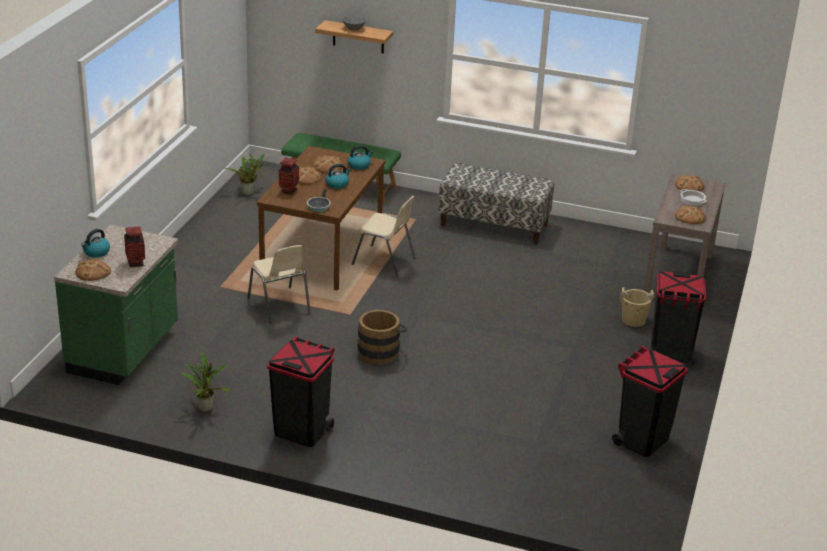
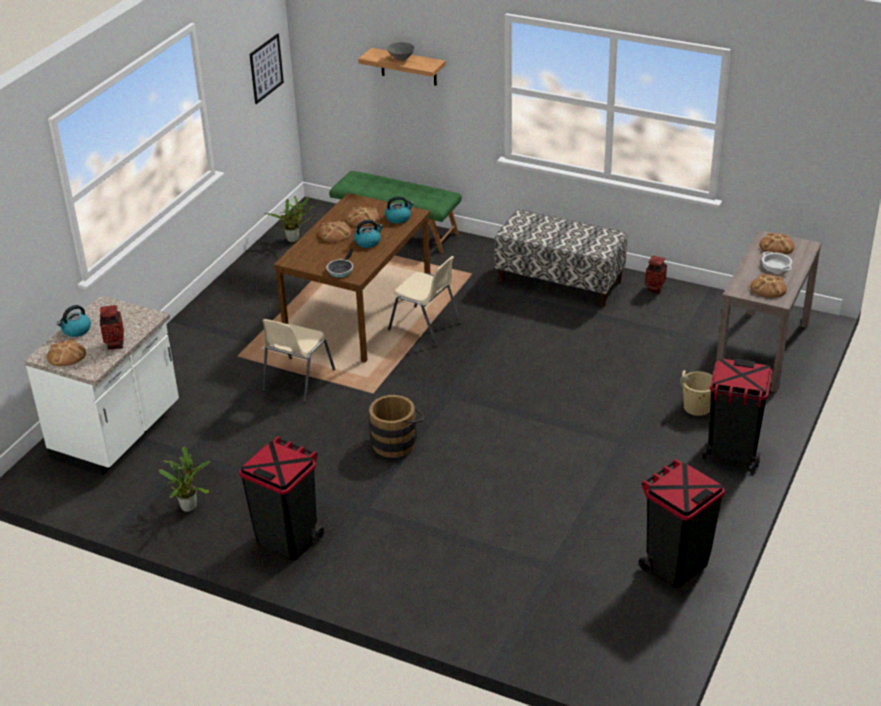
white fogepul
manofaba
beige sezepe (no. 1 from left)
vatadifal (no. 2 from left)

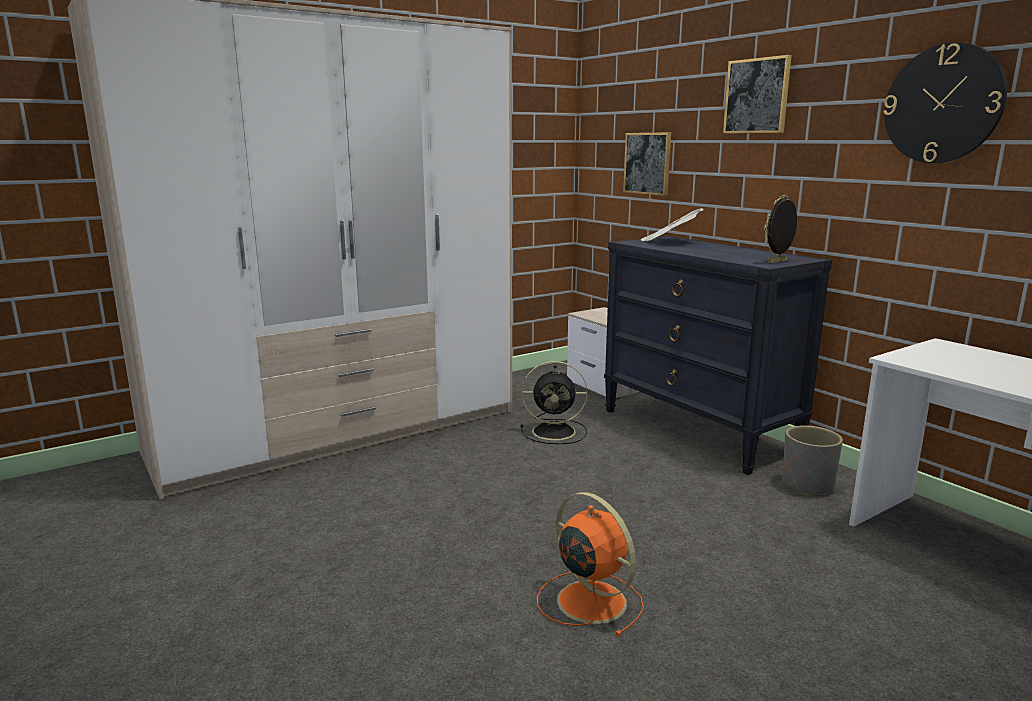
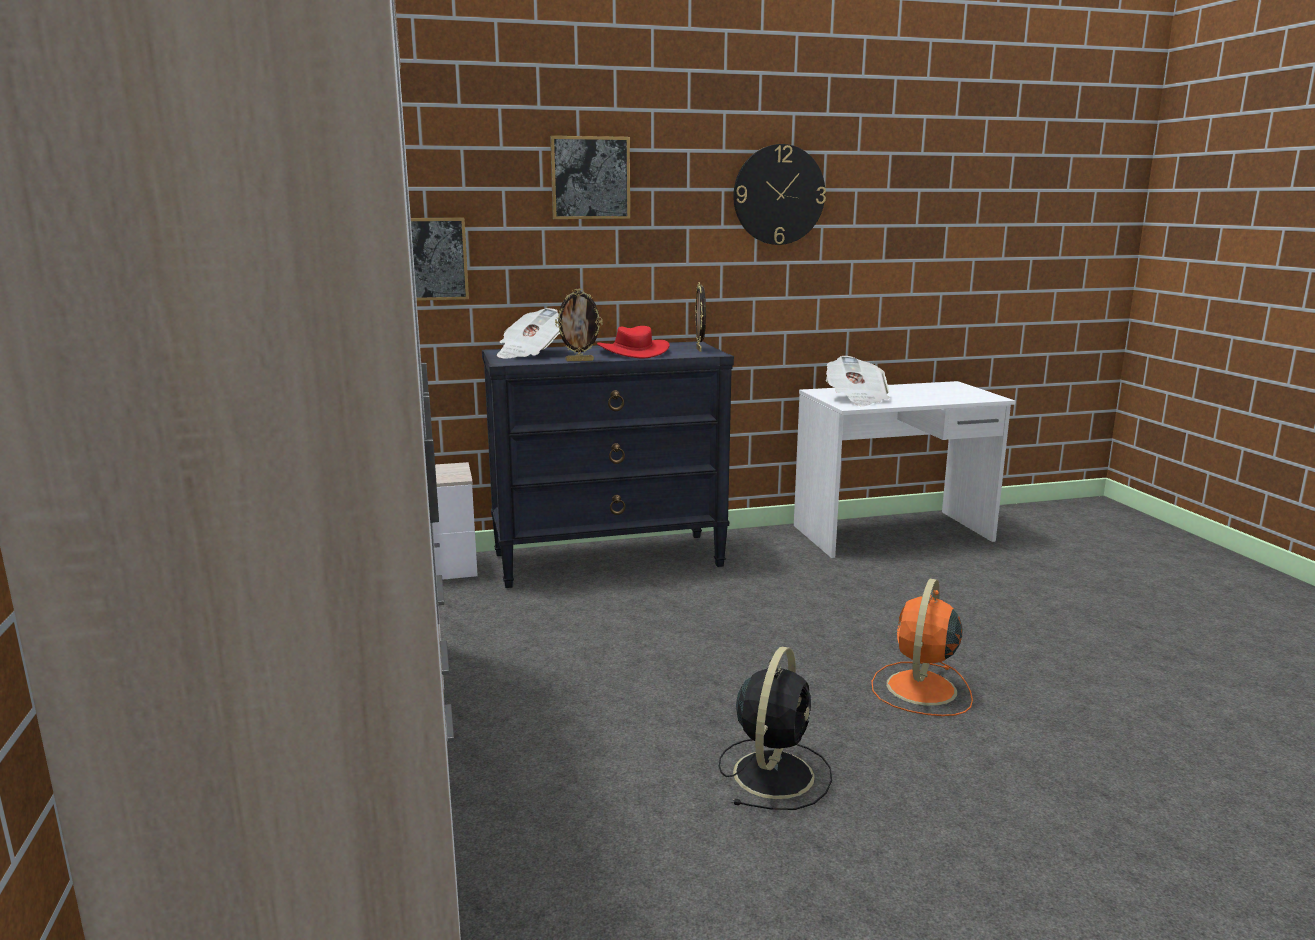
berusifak (no. 1 from left)
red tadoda
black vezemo
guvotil (no. 2 from left)
orange vezemo
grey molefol

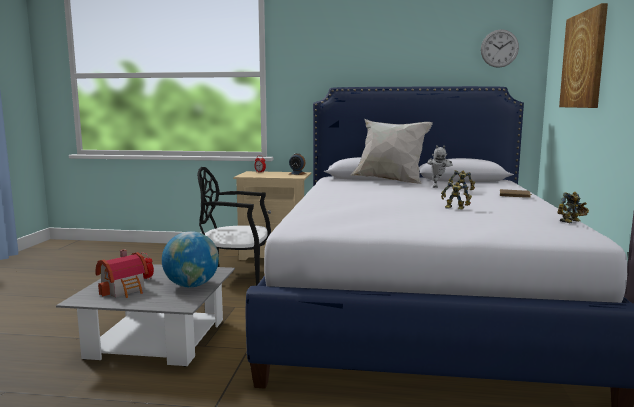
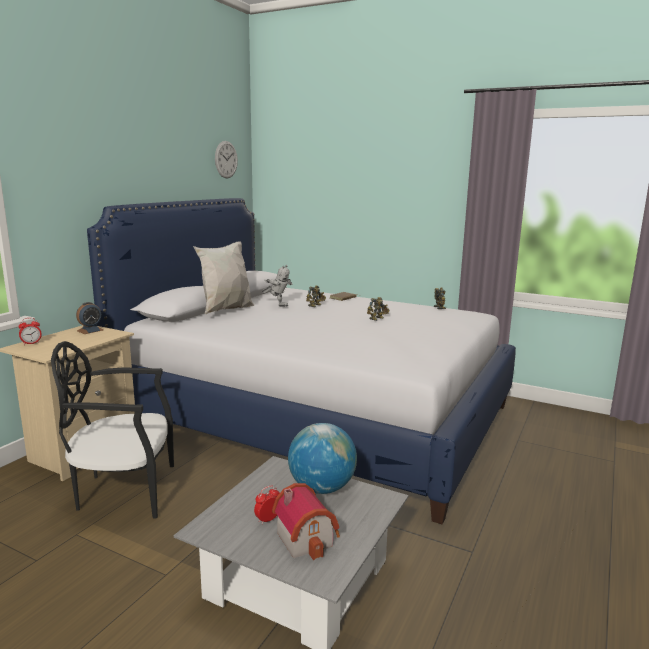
black sezepe
manofaba

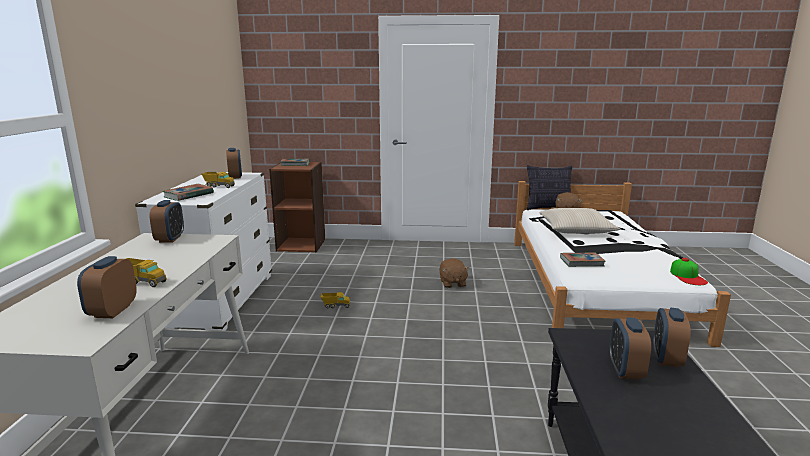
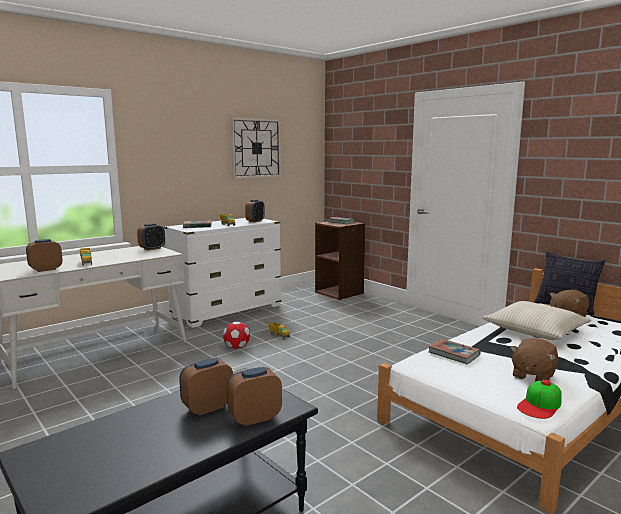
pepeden
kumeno
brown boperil (no. 1 from left)

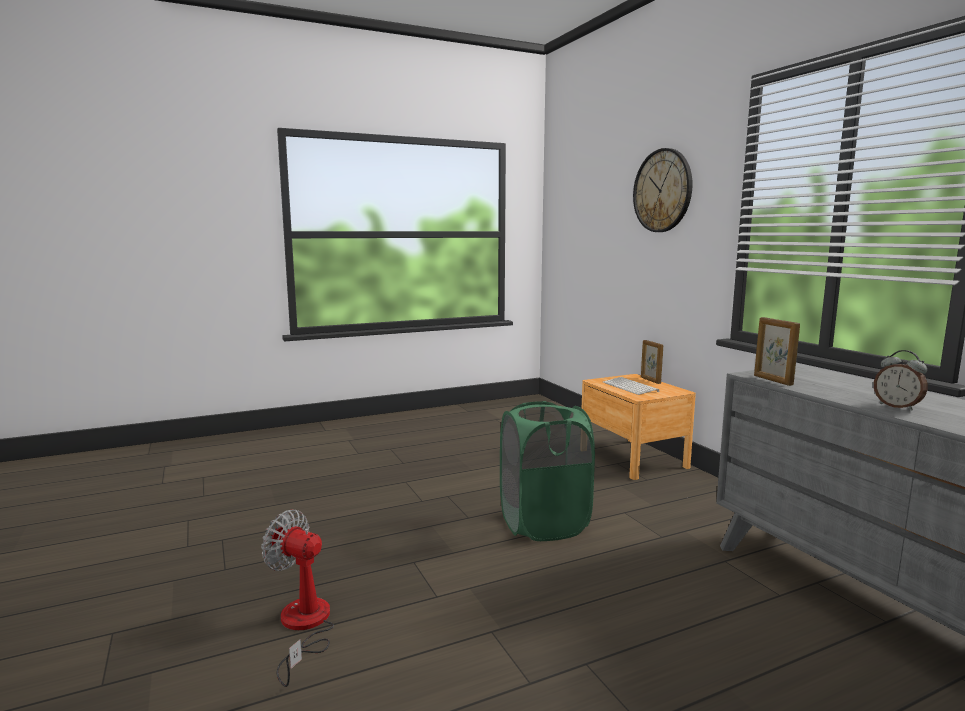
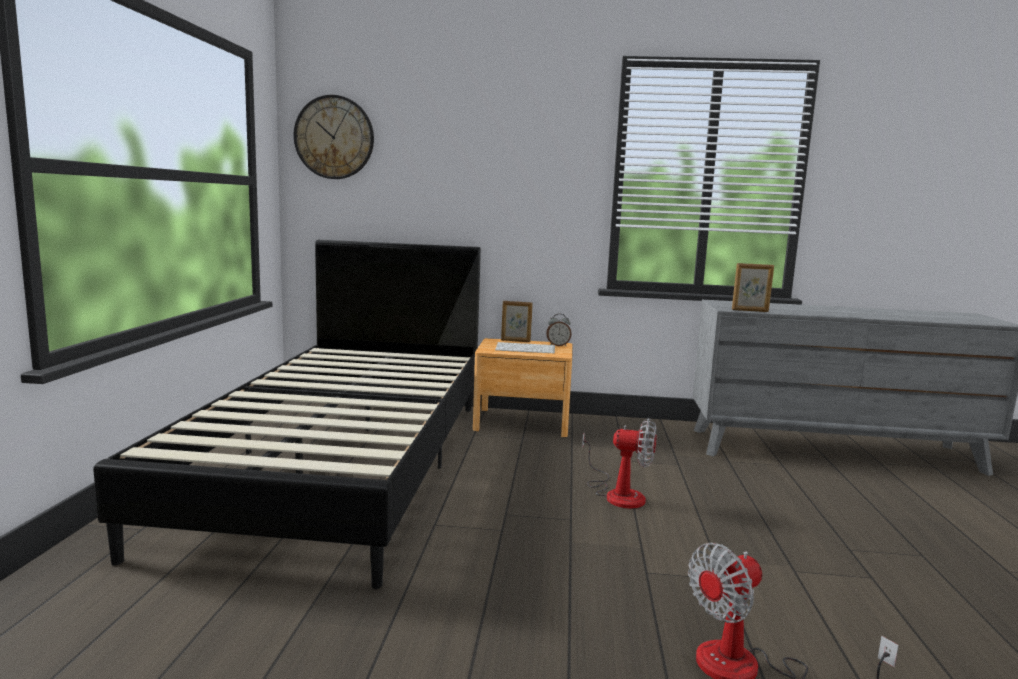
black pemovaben
kumeno
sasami
vezemo (no. 1 from left)

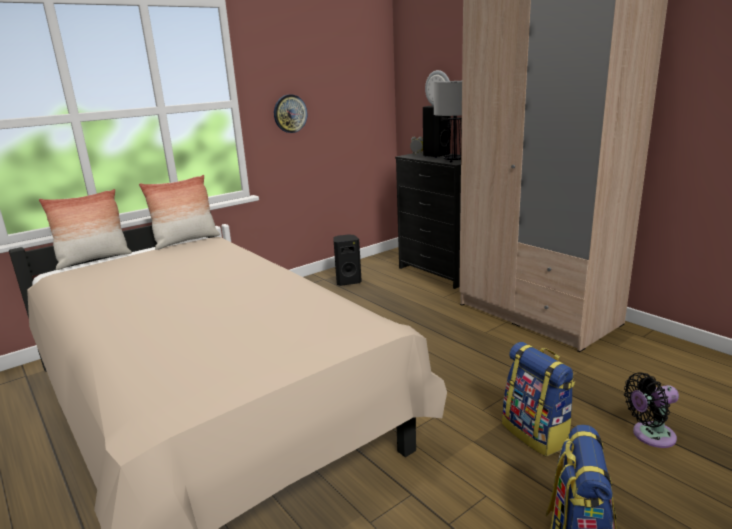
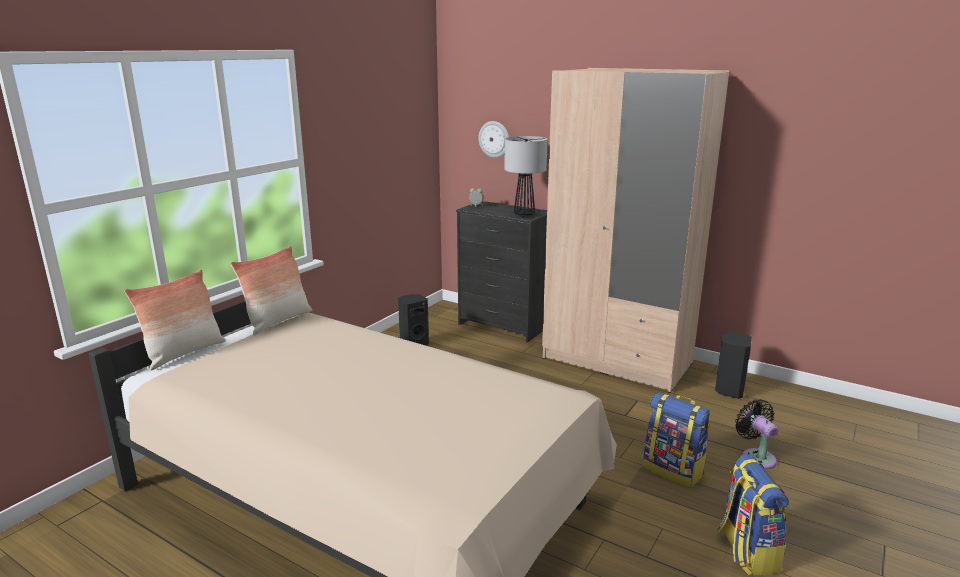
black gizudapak (no. 2 from left)
black vezemo
kumeno (no. 1 from left in the first image)

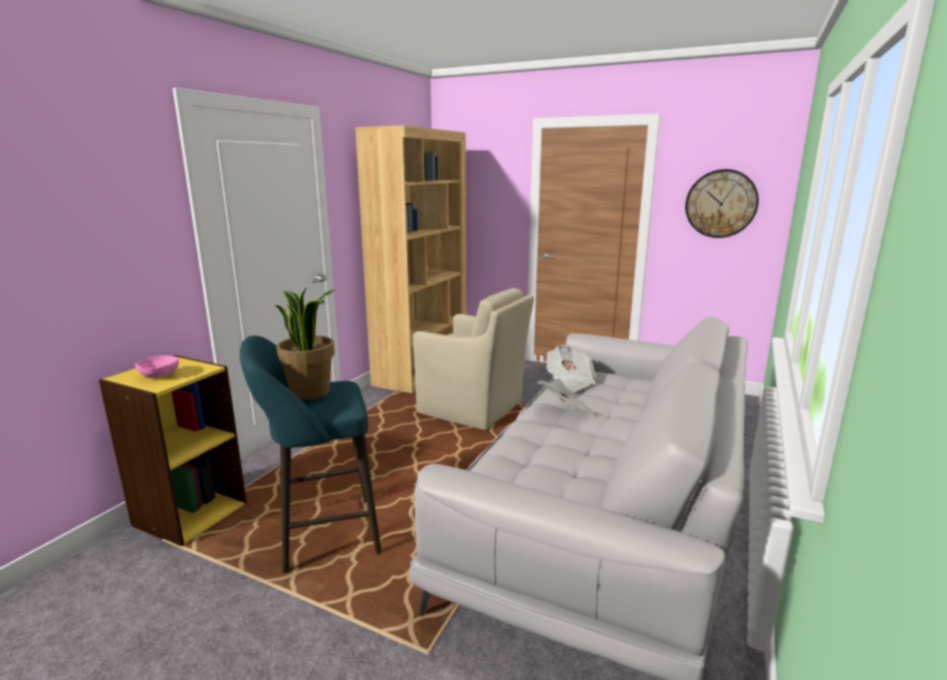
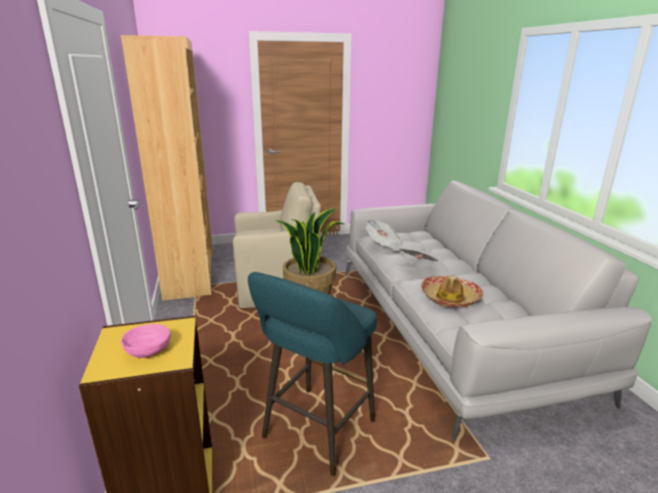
tadoda
kumeno

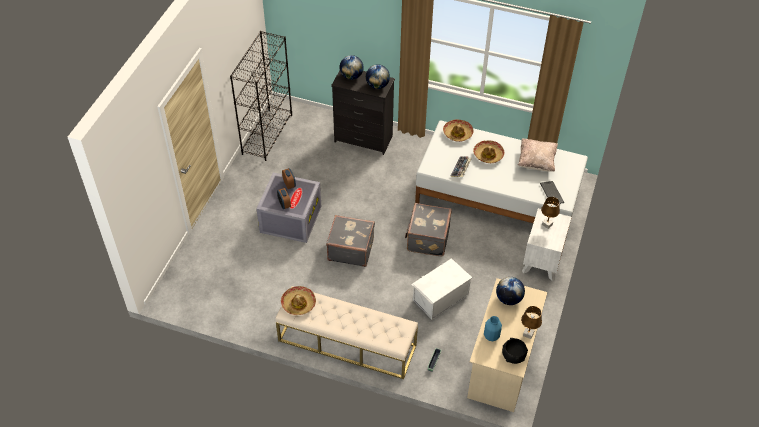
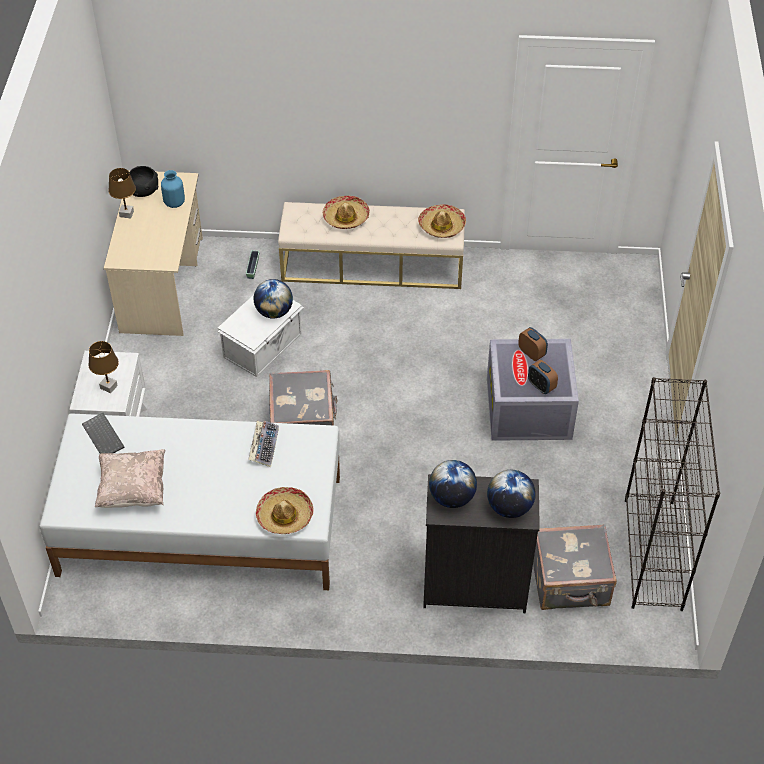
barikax (no. 1 from left)
tadoda (no. 2 from left)
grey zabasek (no. 2 from left)

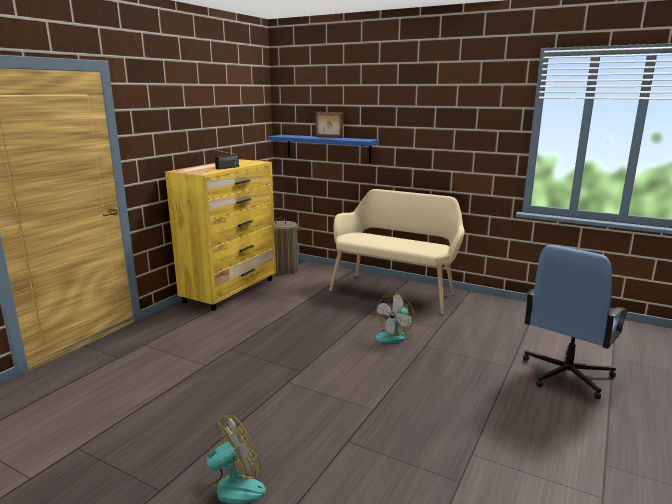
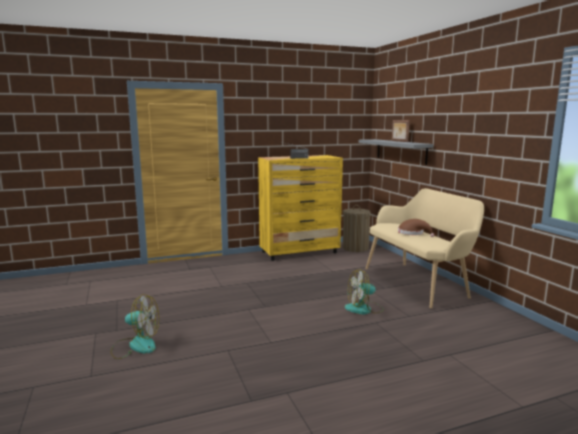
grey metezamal
brown tadoda
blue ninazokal

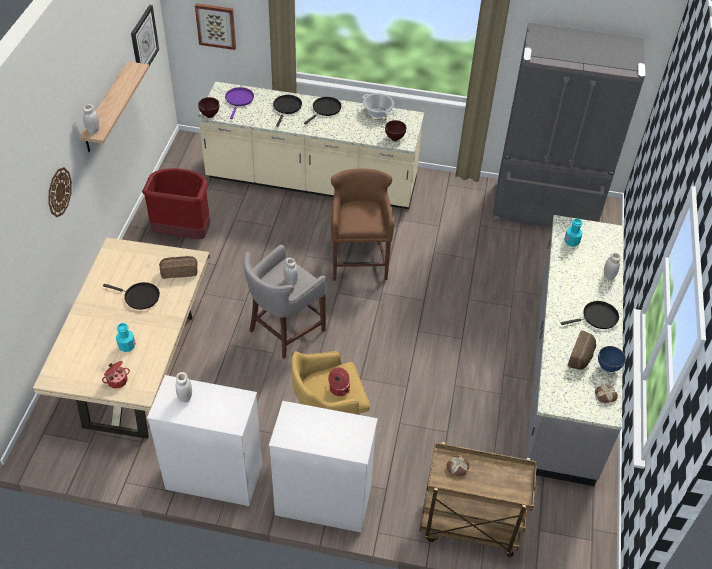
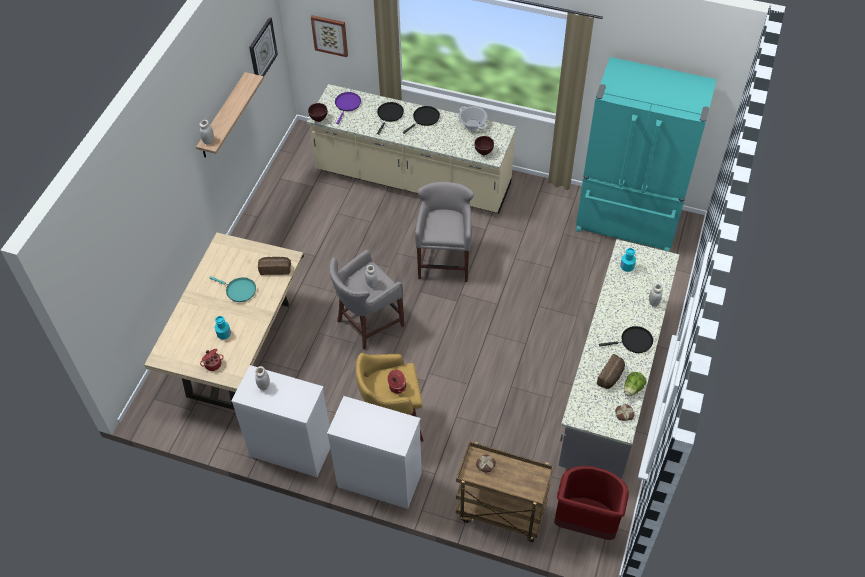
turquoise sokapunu
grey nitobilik (no. 2 from left)
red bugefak
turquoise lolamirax
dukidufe
kumeno (no. 1 from left in the first image)

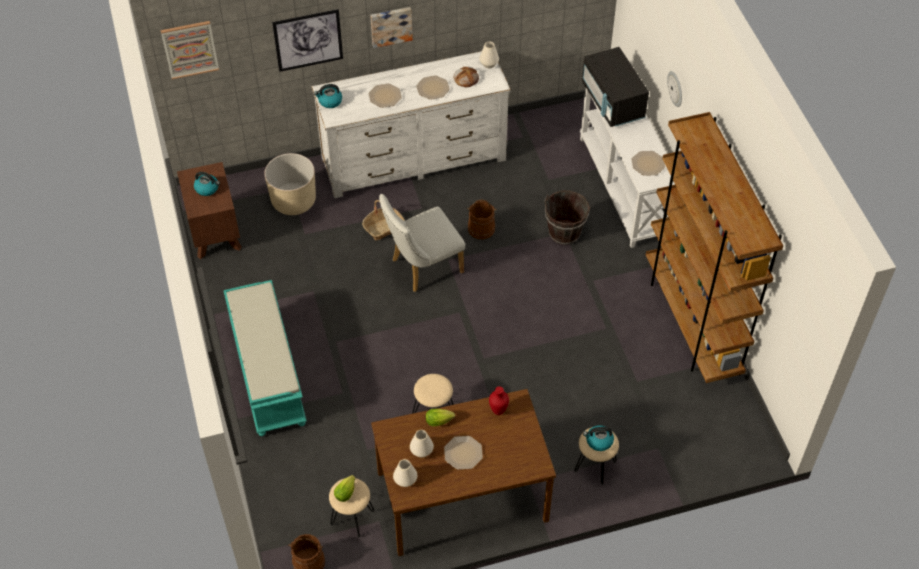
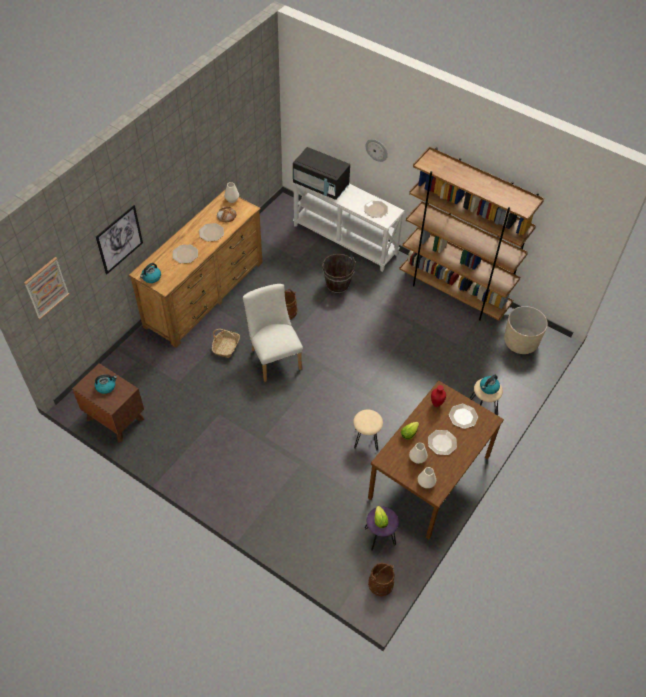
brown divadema
white sezepe
purple nitobilik
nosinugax (no. 5 from left)
beige molefol
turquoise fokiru
manofaba (no. 3 from left in the first image)

